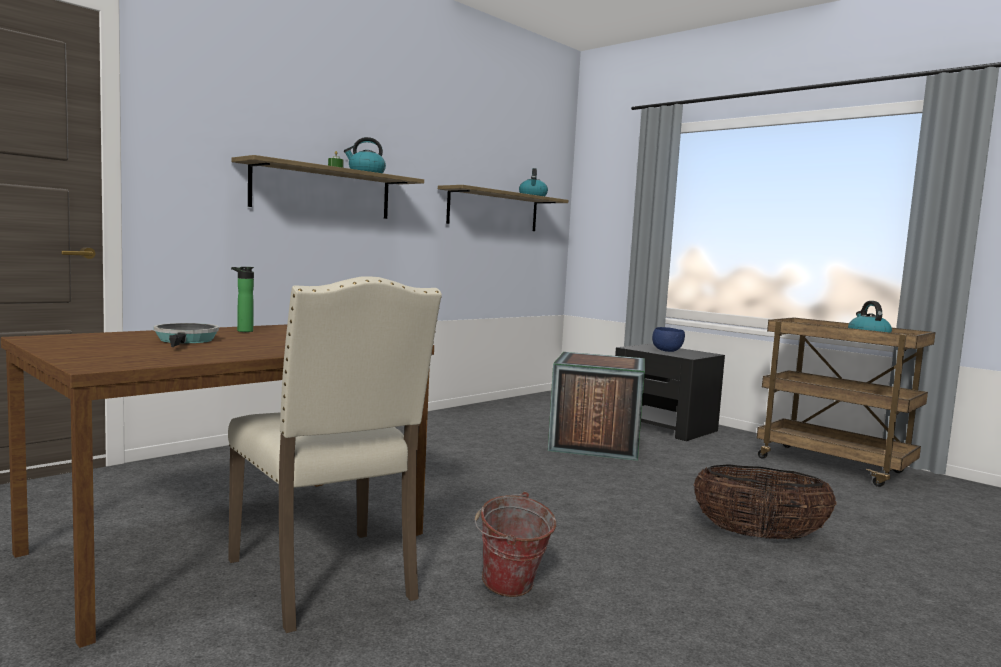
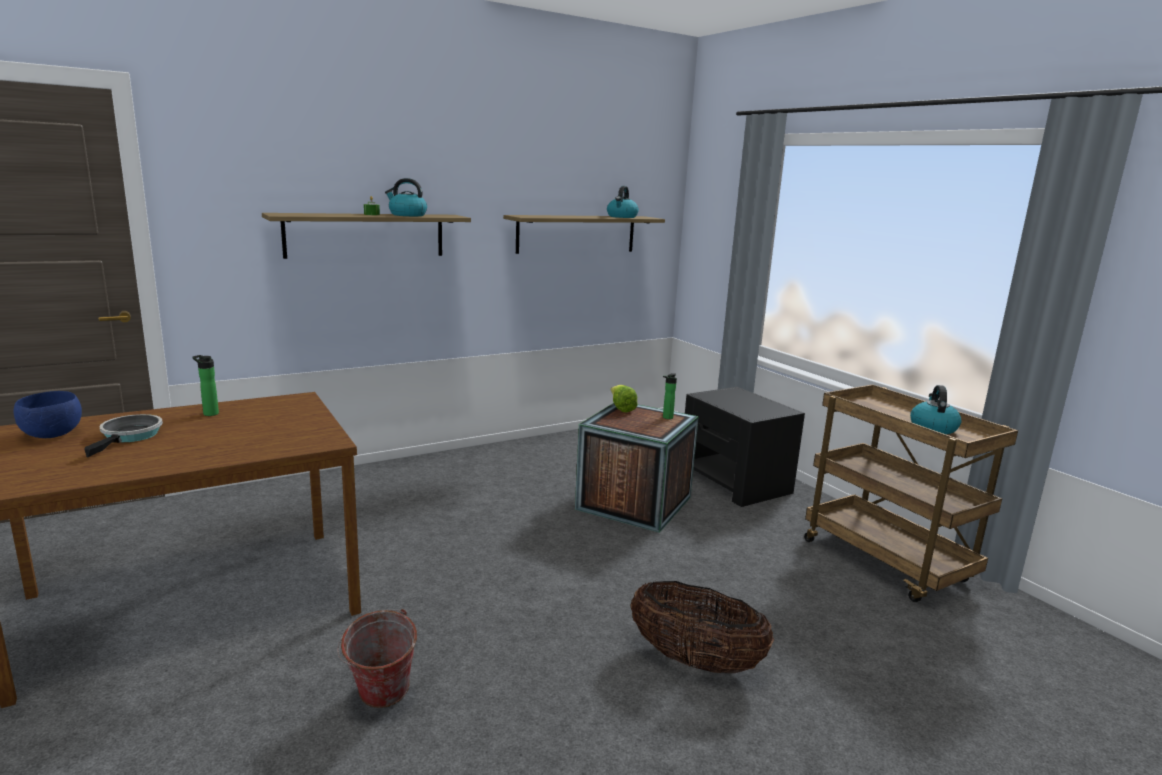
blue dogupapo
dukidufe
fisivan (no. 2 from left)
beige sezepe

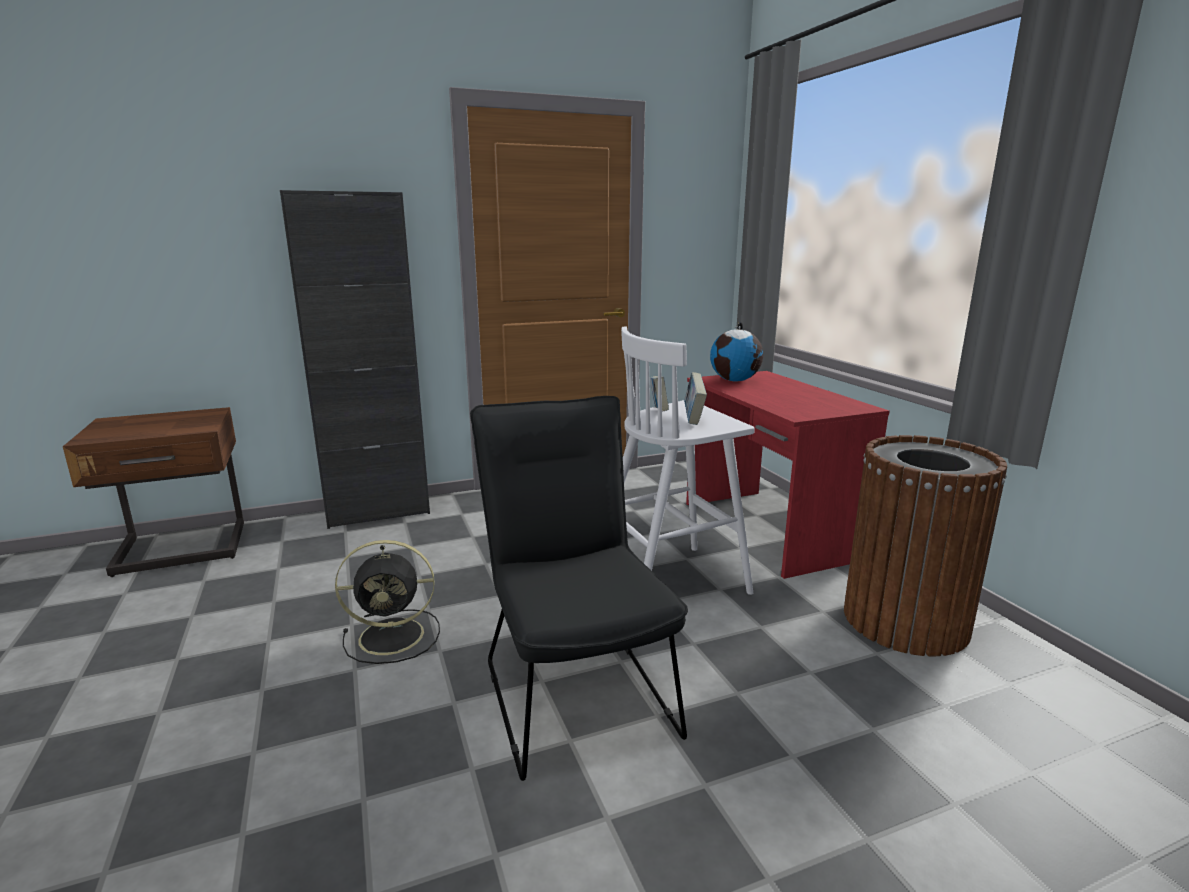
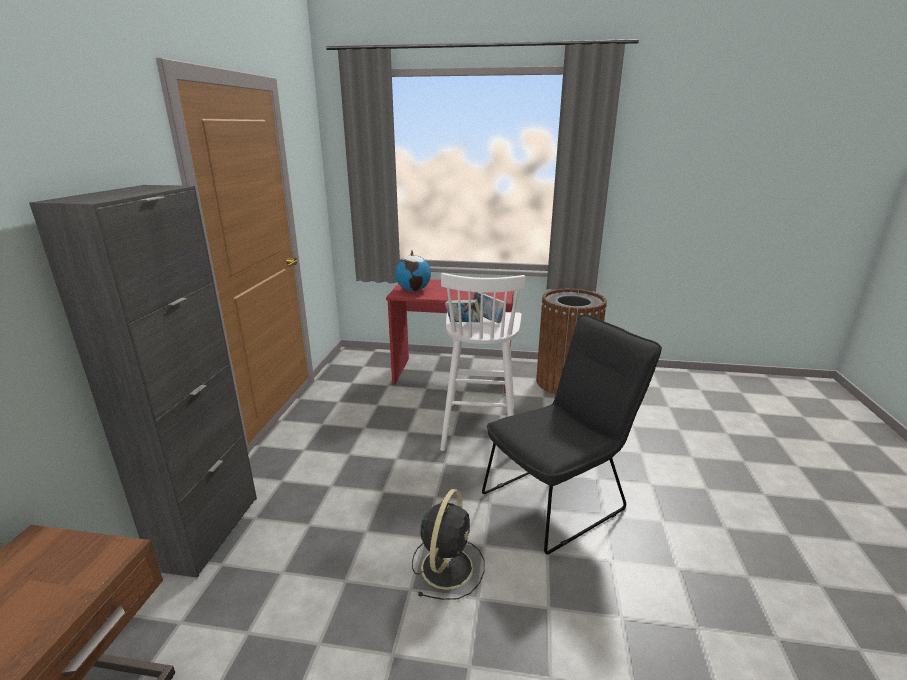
black sezepe

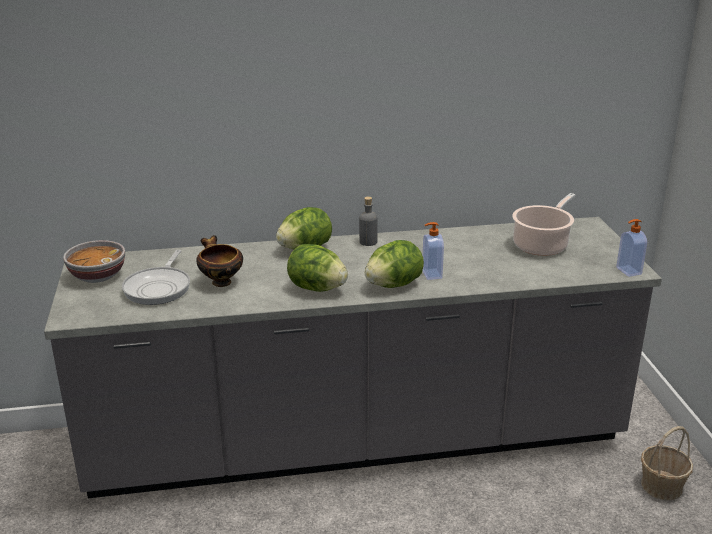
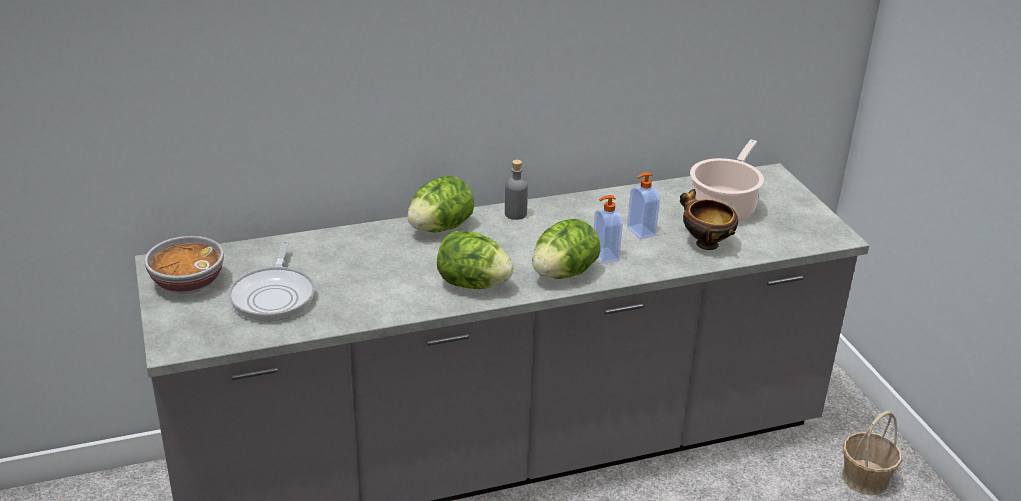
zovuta (no. 2 from left)
dogupapo (no. 2 from left)

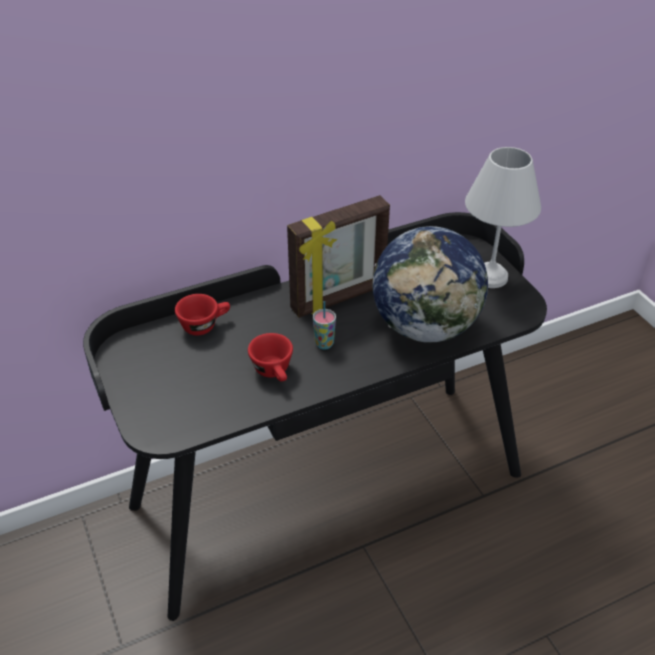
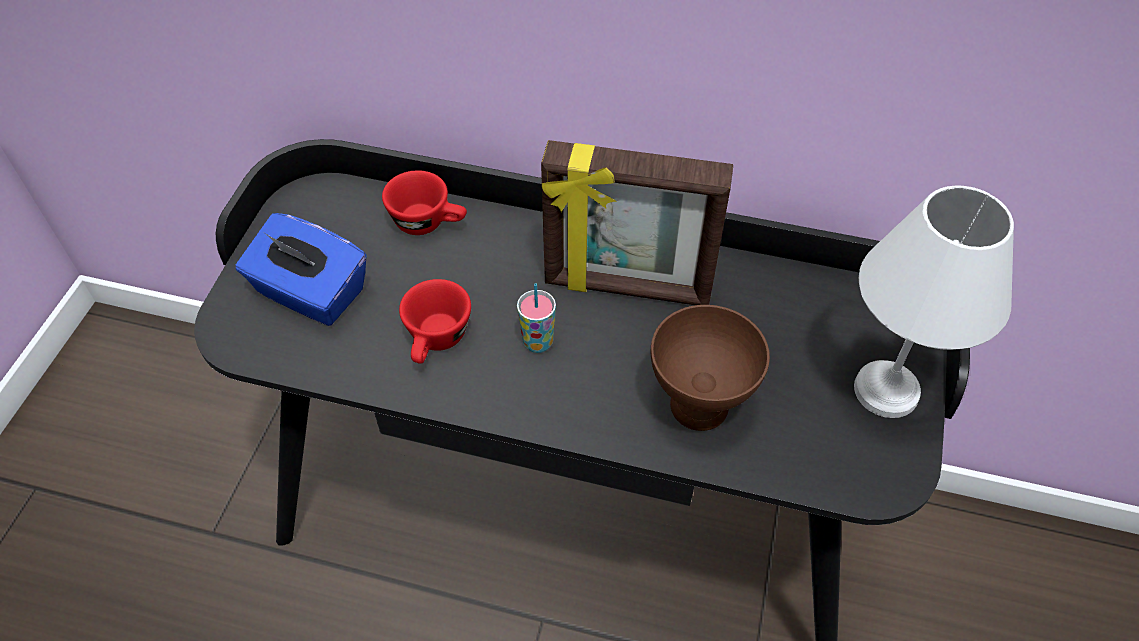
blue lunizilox
brown dogupapo

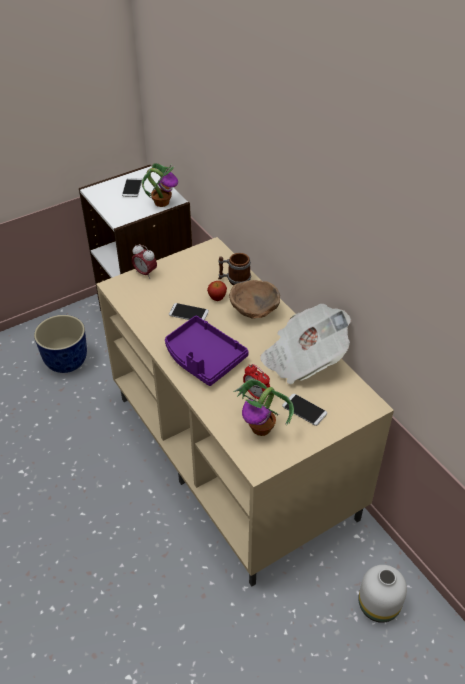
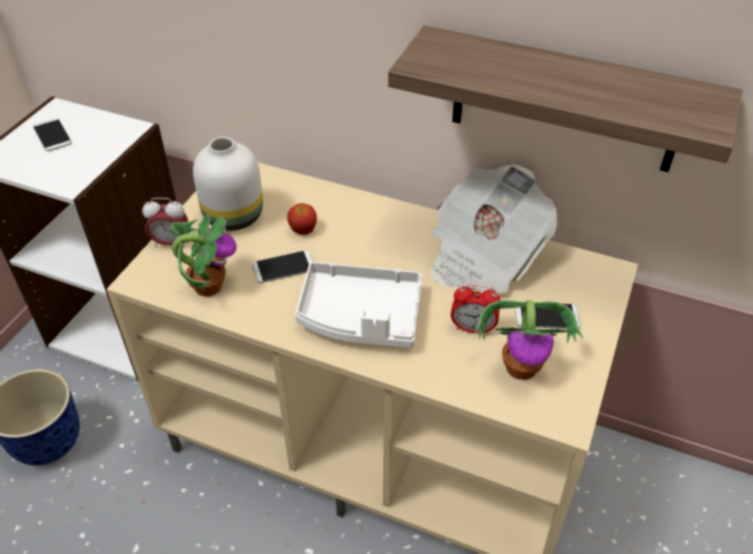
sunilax (no. 1 from left)
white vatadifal
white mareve
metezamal
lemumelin
brown dogupapo

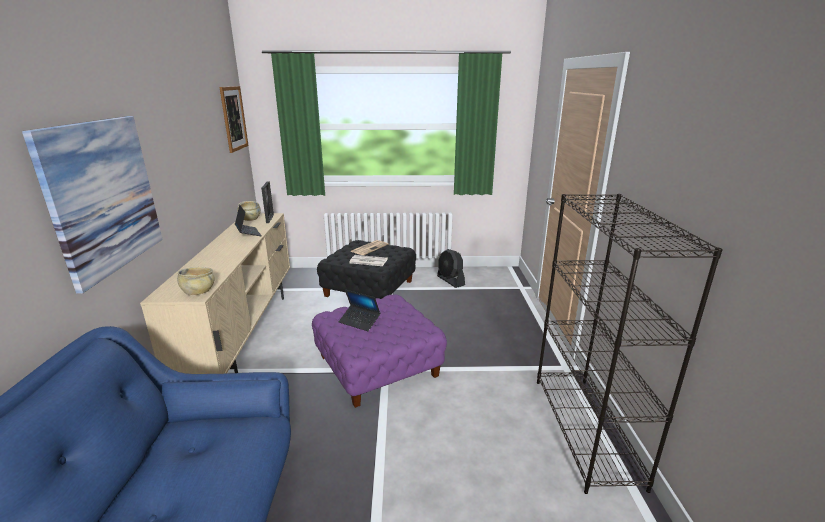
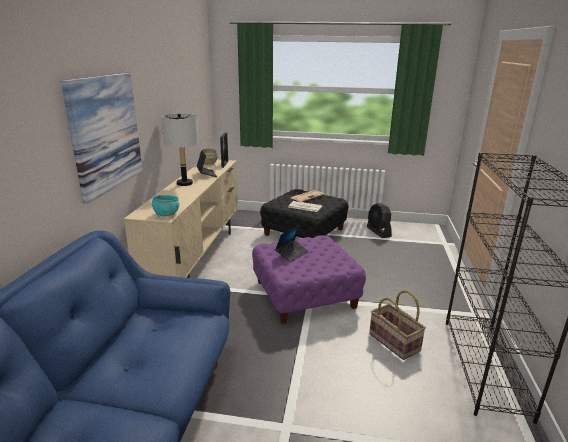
turquoise dogupapo
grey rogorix
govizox (no. 2 from left)
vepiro
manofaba (no. 2 from left in the first image)

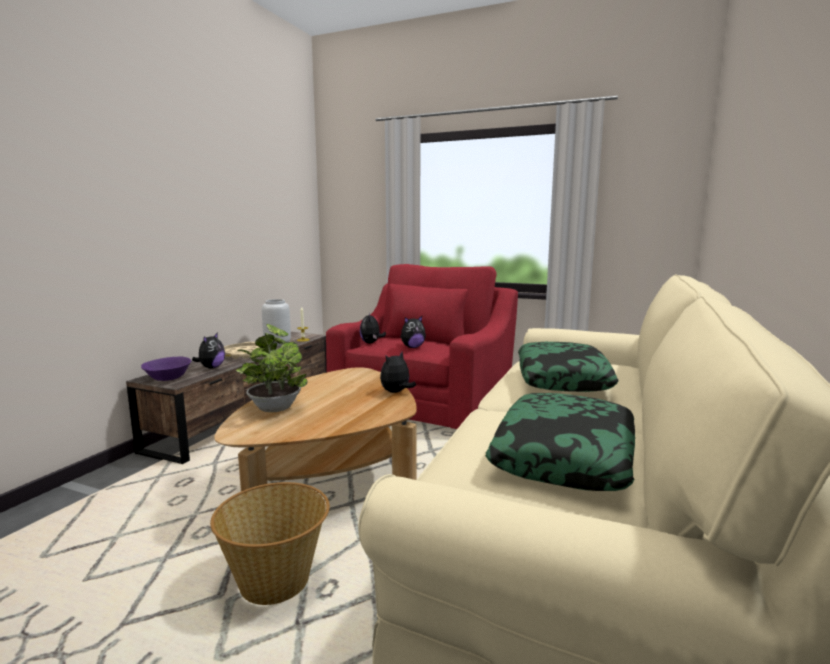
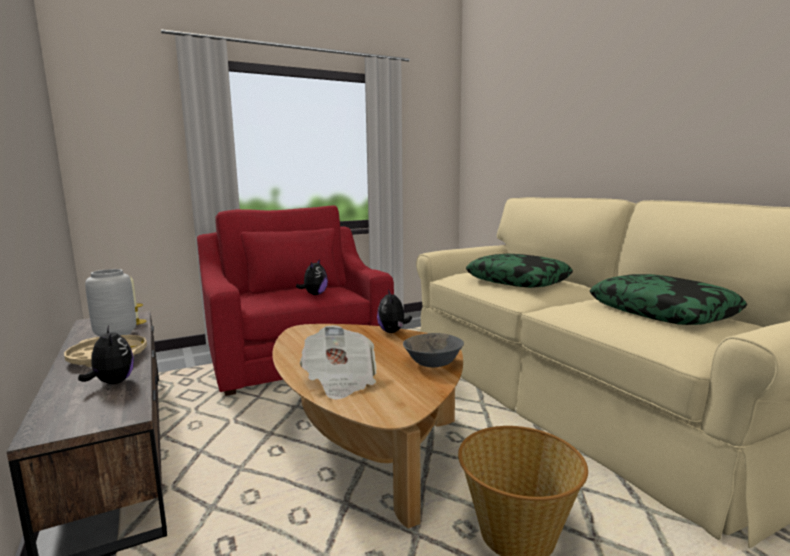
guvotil
grey dogupapo
purple dogupapo
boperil (no. 2 from left in the first image)

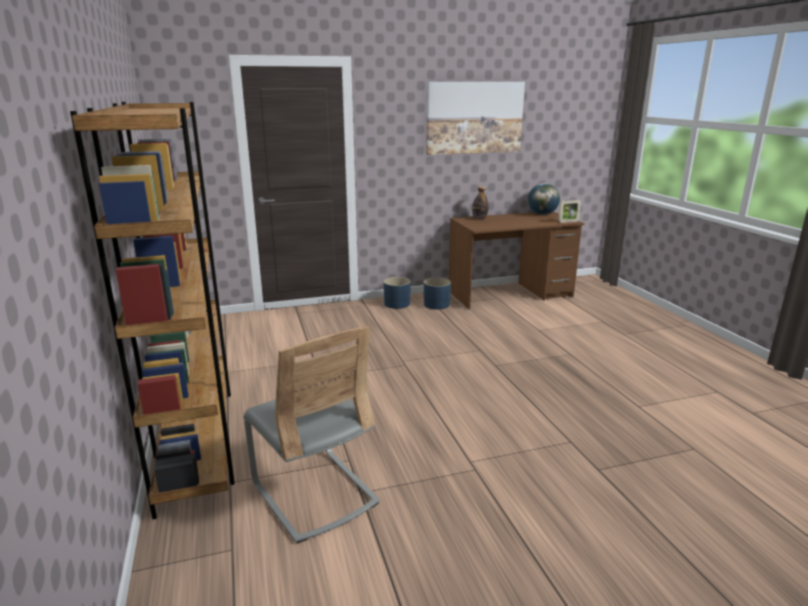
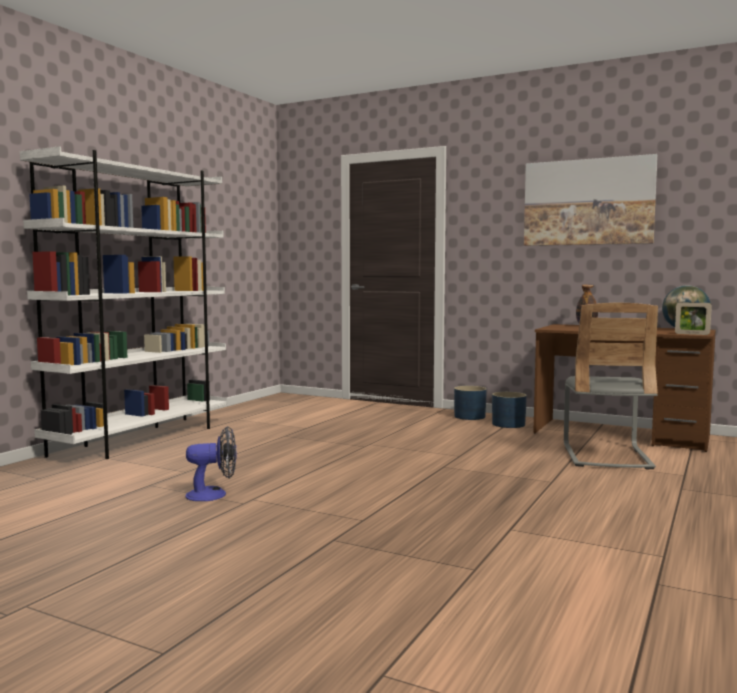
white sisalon
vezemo
grey sezepe

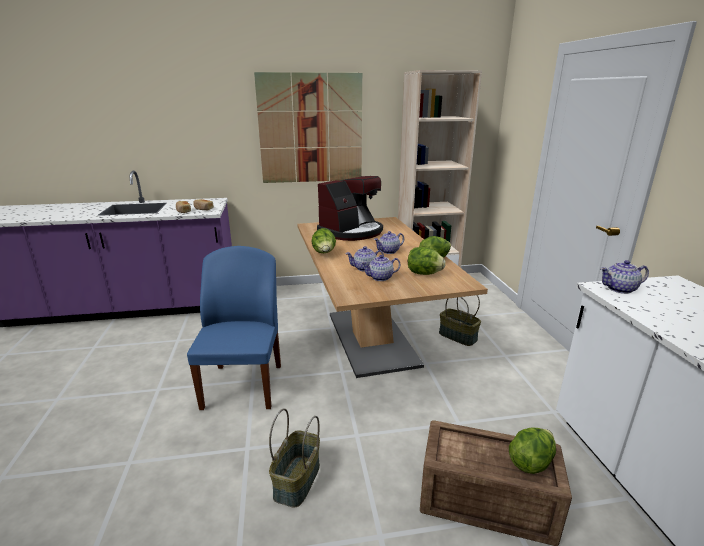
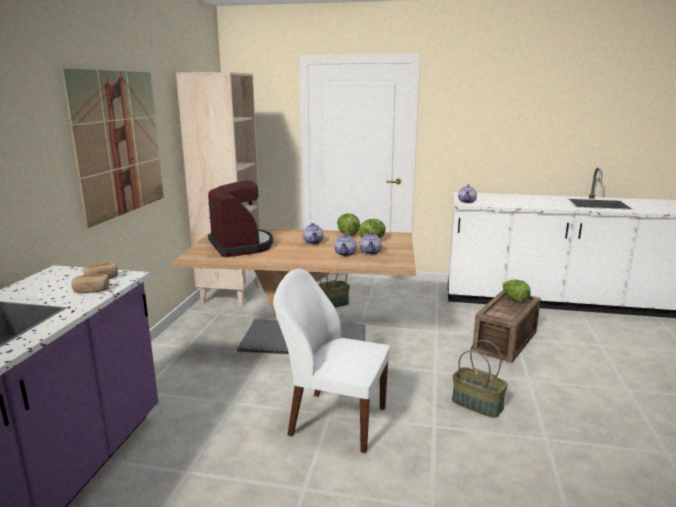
white sezepe
dukidufe (no. 1 from left in the first image)

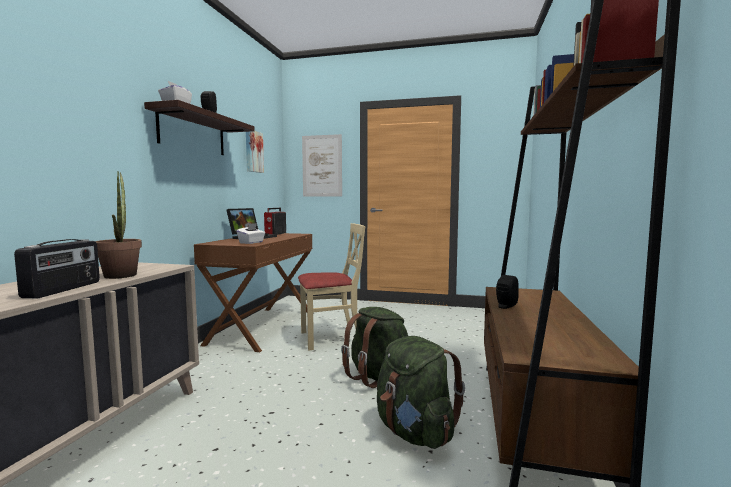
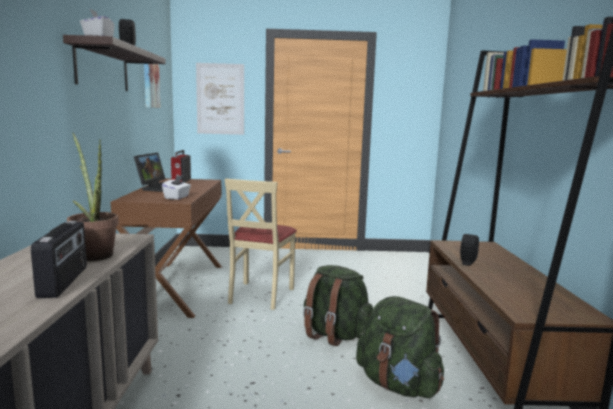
beige sezepe

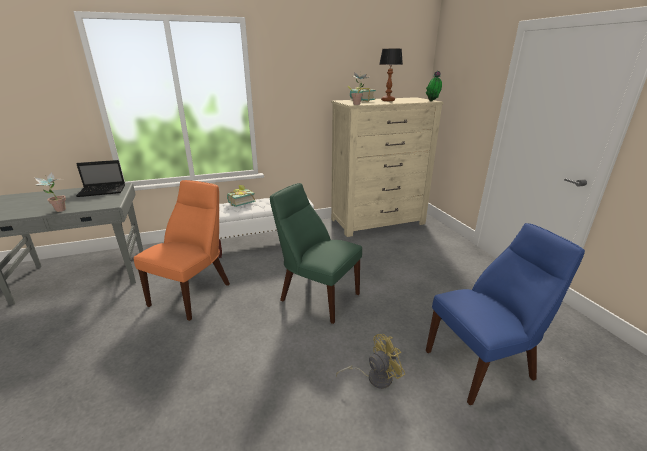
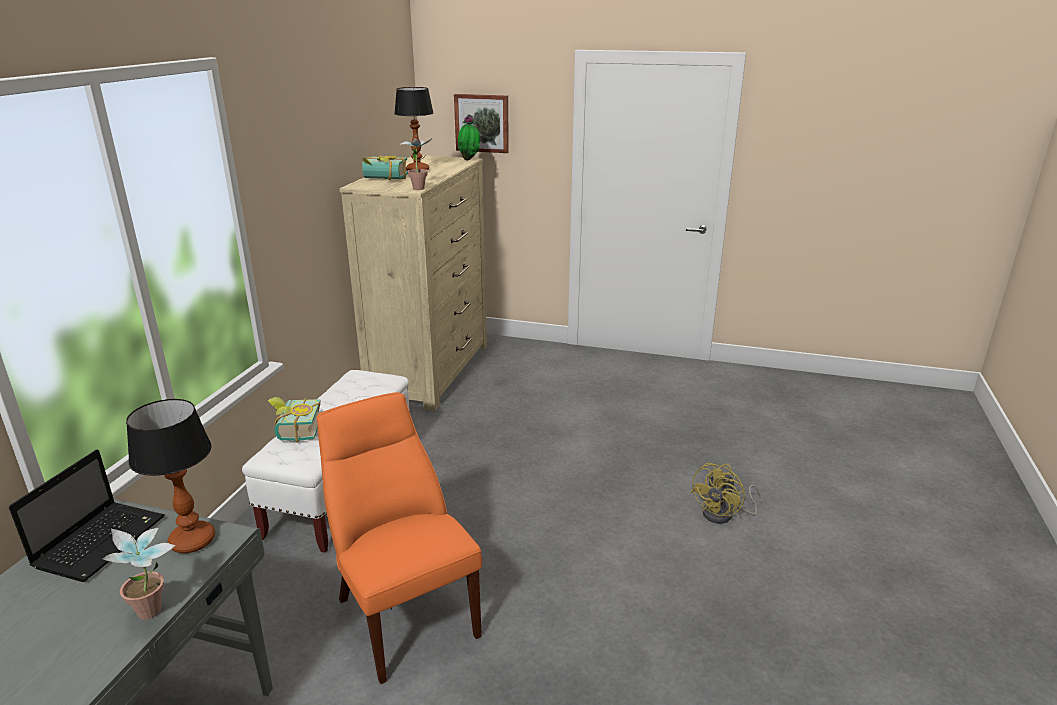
rogorix (no. 1 from left)
manofaba
yellow vezemo
green sezepe
blue sezepe

